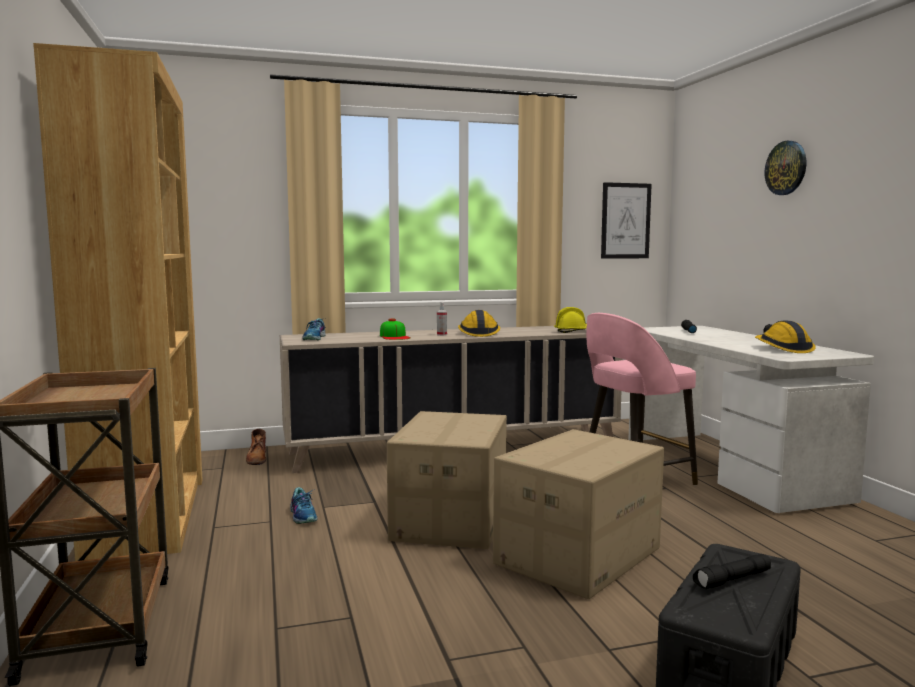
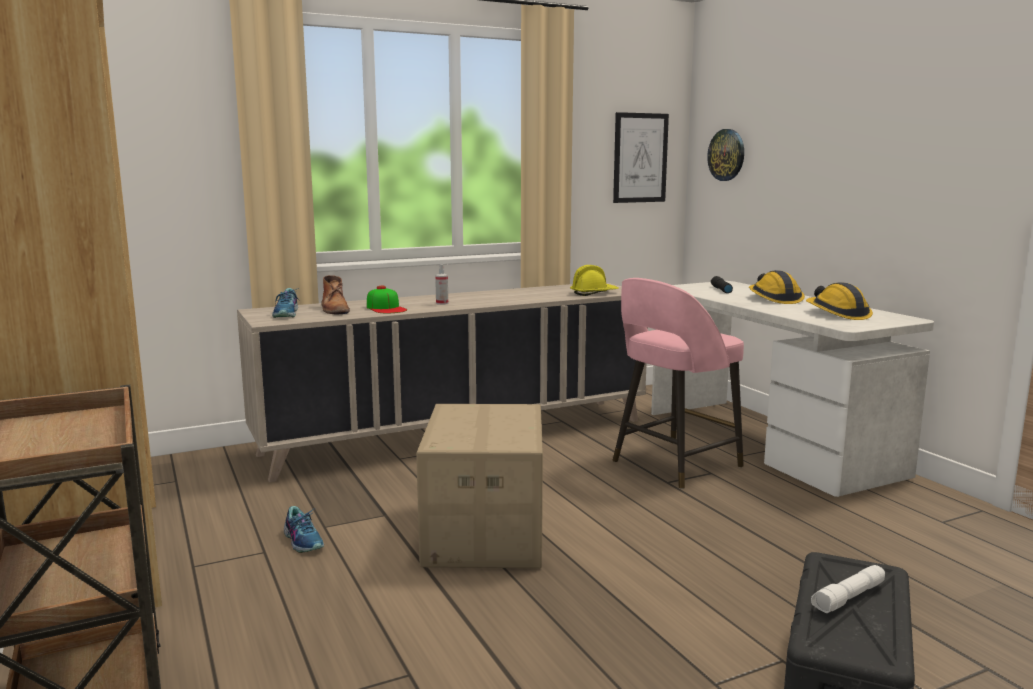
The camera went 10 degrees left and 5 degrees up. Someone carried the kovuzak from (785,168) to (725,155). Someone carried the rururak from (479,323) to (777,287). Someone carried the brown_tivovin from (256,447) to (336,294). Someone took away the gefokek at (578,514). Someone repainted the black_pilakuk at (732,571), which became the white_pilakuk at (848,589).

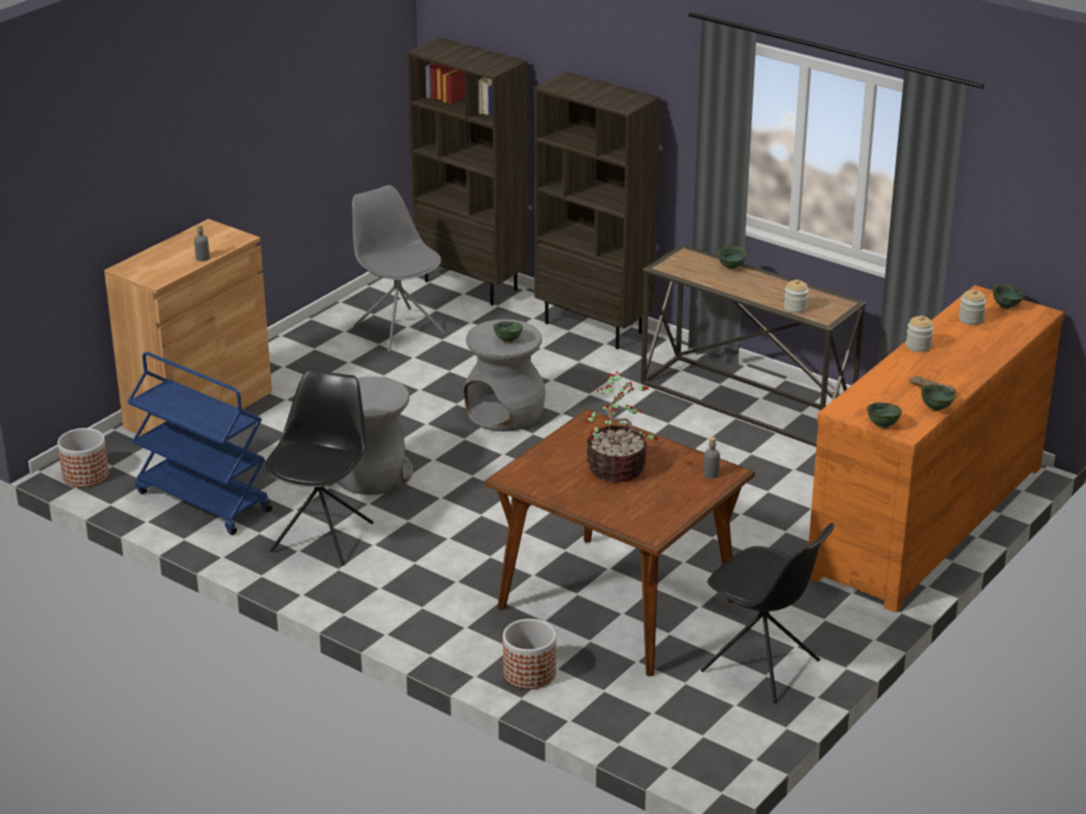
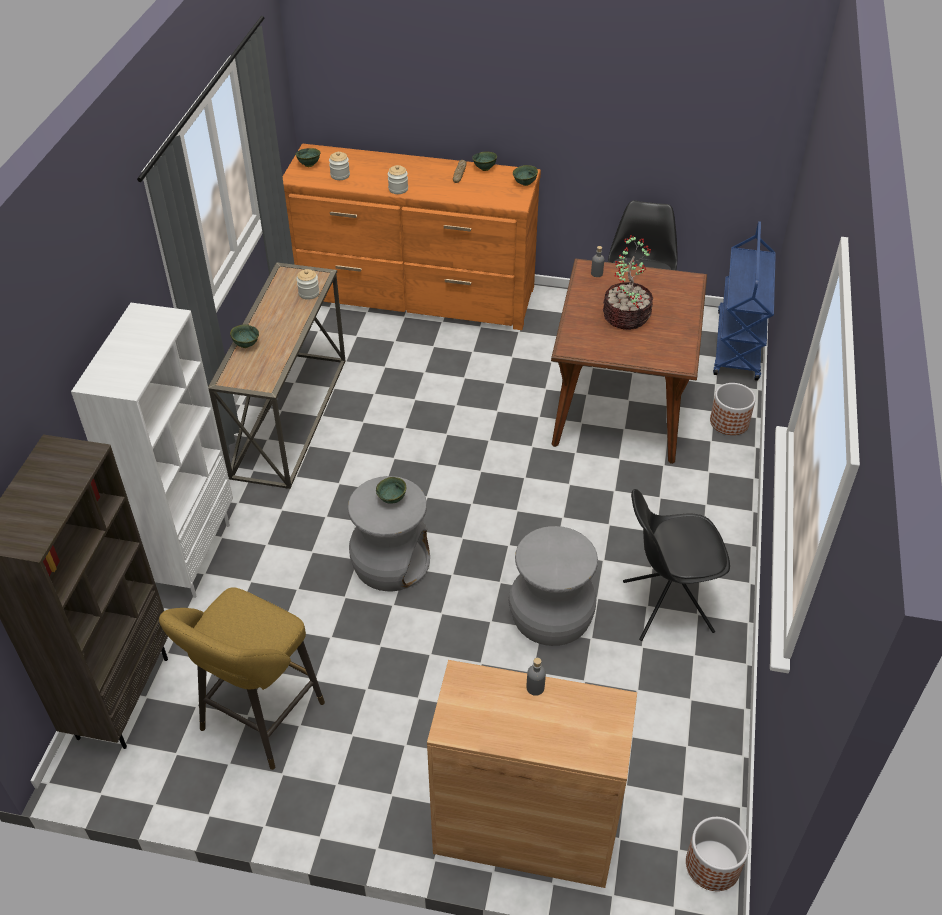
The camera went 115 degrees left and 15 degrees up. Someone repainted the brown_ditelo at (597,210), which became the white_ditelo at (152,450). Someone swapped the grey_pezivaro at (399,269) for the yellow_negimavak at (242,678). Someone carried the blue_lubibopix from (199,443) to (744,301).

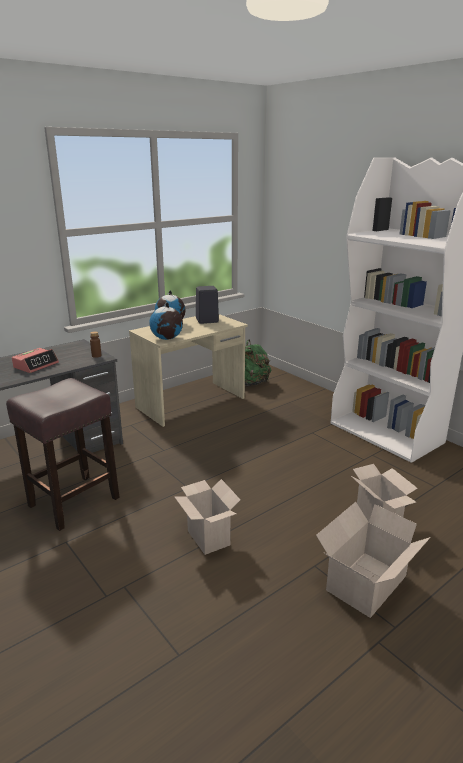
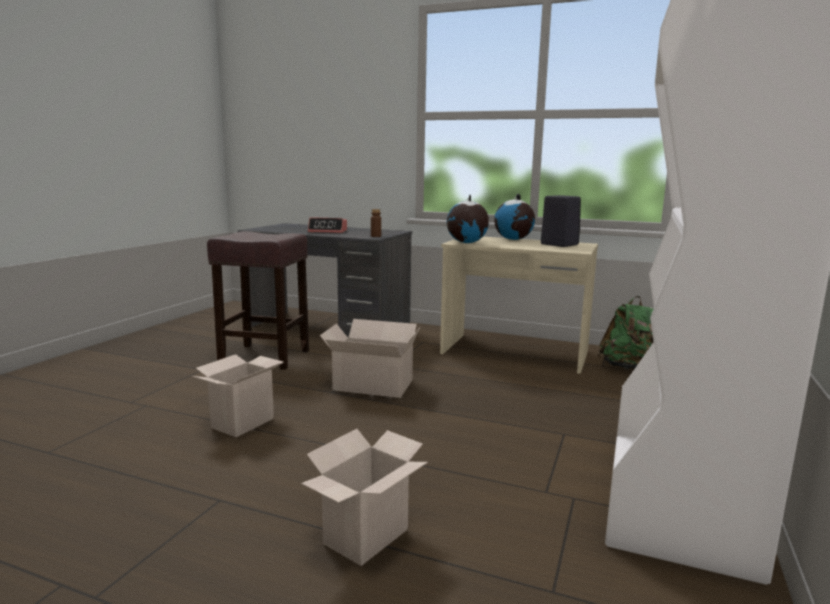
The camera went 60 degrees right and 10 degrees down. Someone carried the gefokek from (373,560) to (370,358).

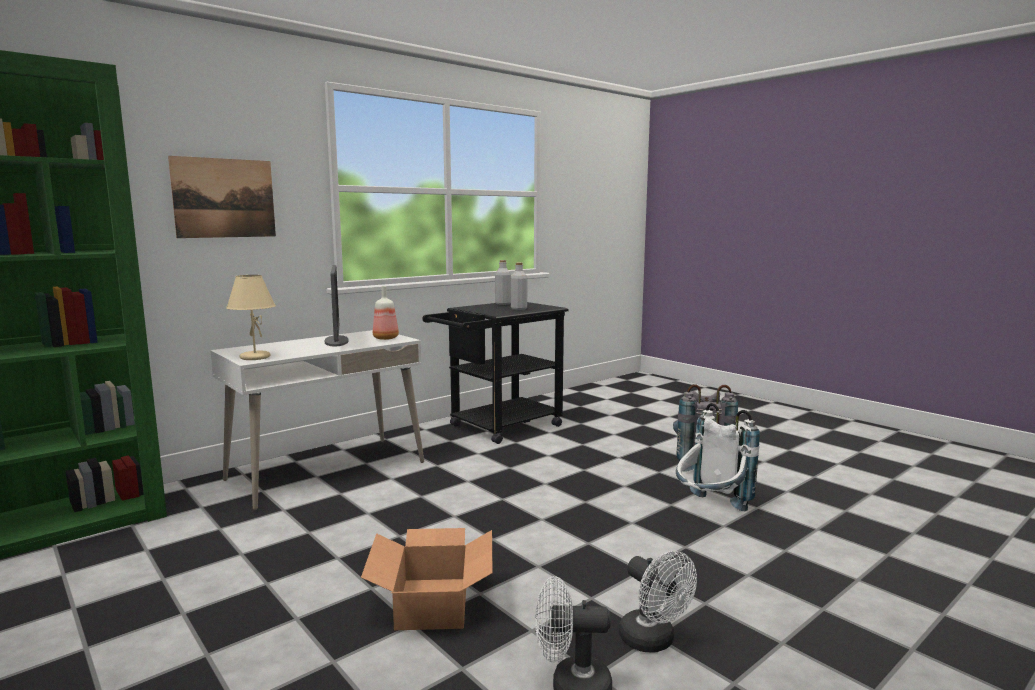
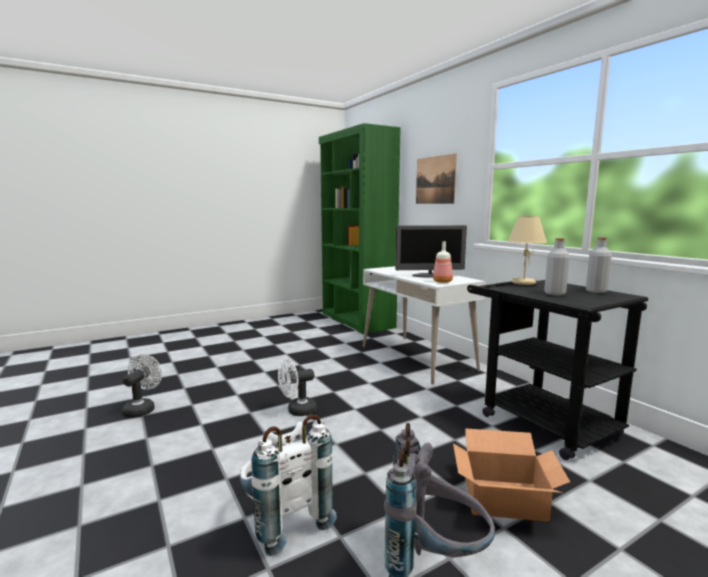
The camera went 100 degrees right and 0 degrees up. Someone carried the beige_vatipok from (251,317) to (527,250). Someone carried the gefokek from (427,579) to (511,475). Someone carried the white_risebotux from (658,601) to (297,387).

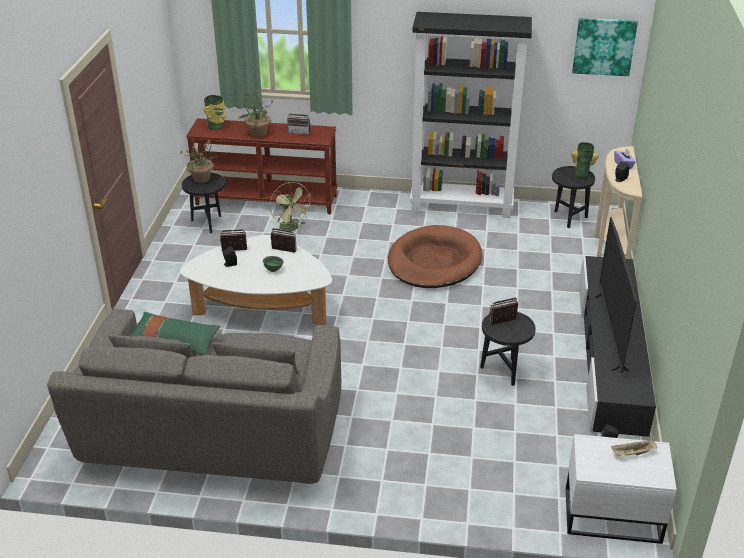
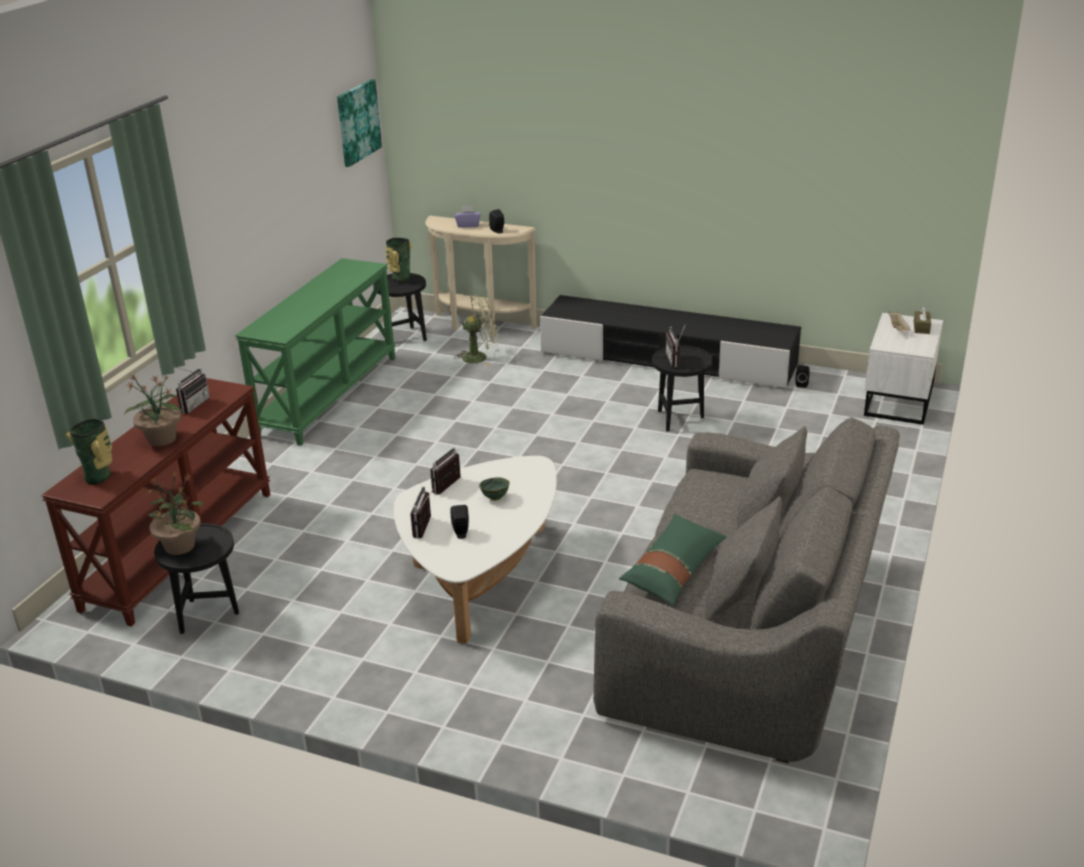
The camera went 75 degrees left and 5 degrees down. Someone swapped the black_ditelo at (471,115) for the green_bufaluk at (315,352). Someone carried the green_risebotux from (291,206) to (476,330). Someone took away the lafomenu at (615,295). Someone took away the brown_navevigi at (435,256). Someone put down the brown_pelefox at (922,320).

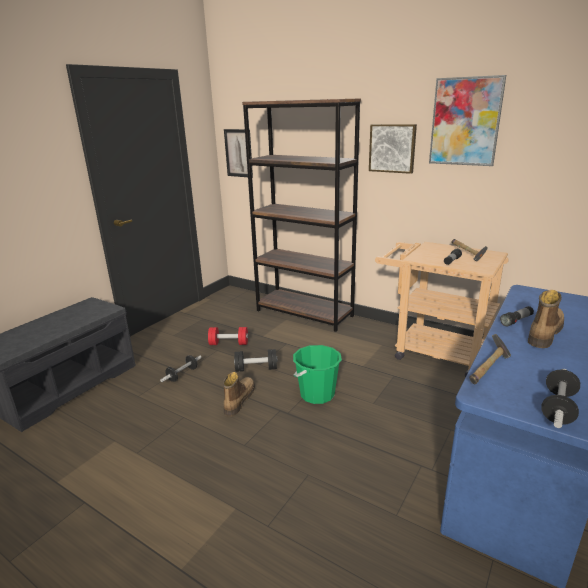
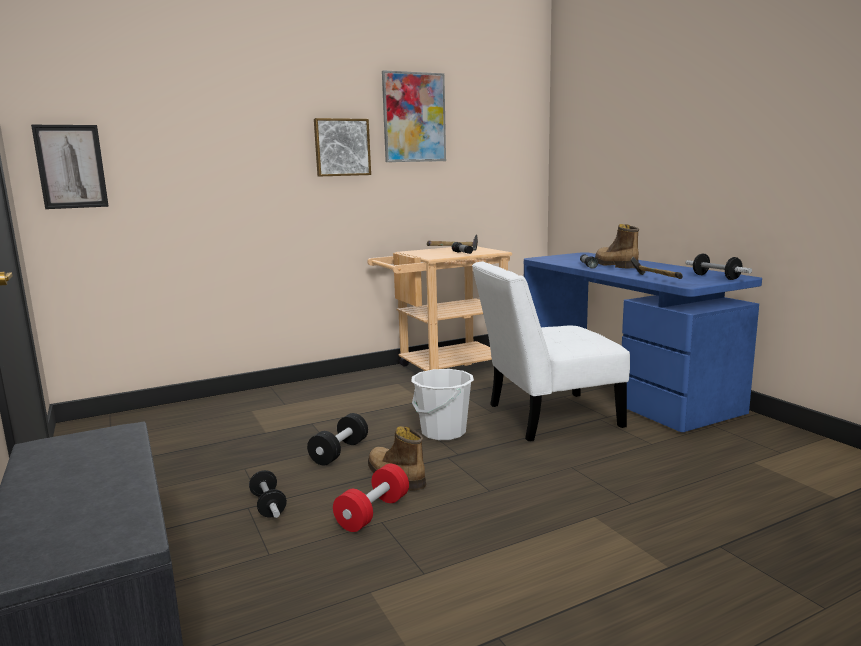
The camera went 60 degrees left and 10 degrees down. Someone took away the brown_ditelo at (301,215). Someone carried the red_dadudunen from (228,336) to (371,498). Someone repainted the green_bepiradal at (317,374), which became the white_bepiradal at (442,404). Someone put down the white_pezivaro at (551,351).

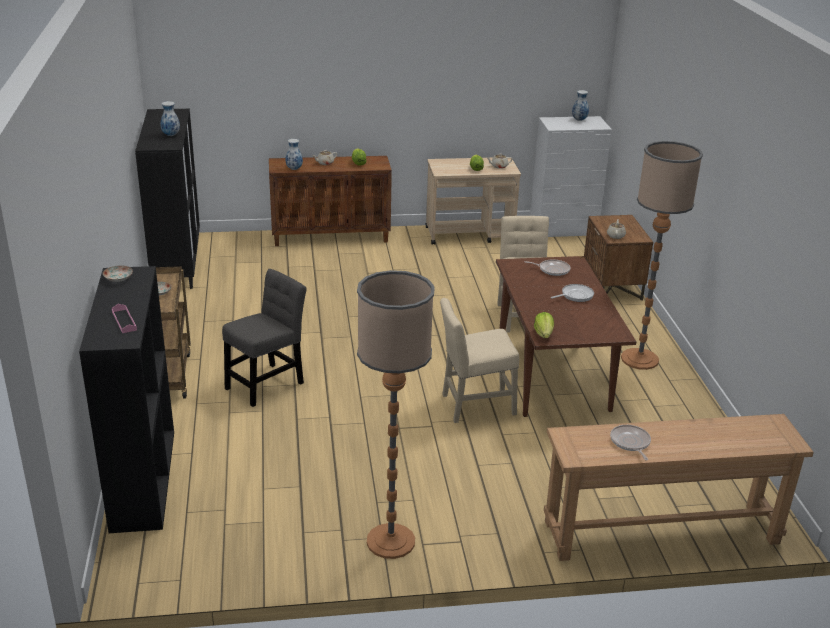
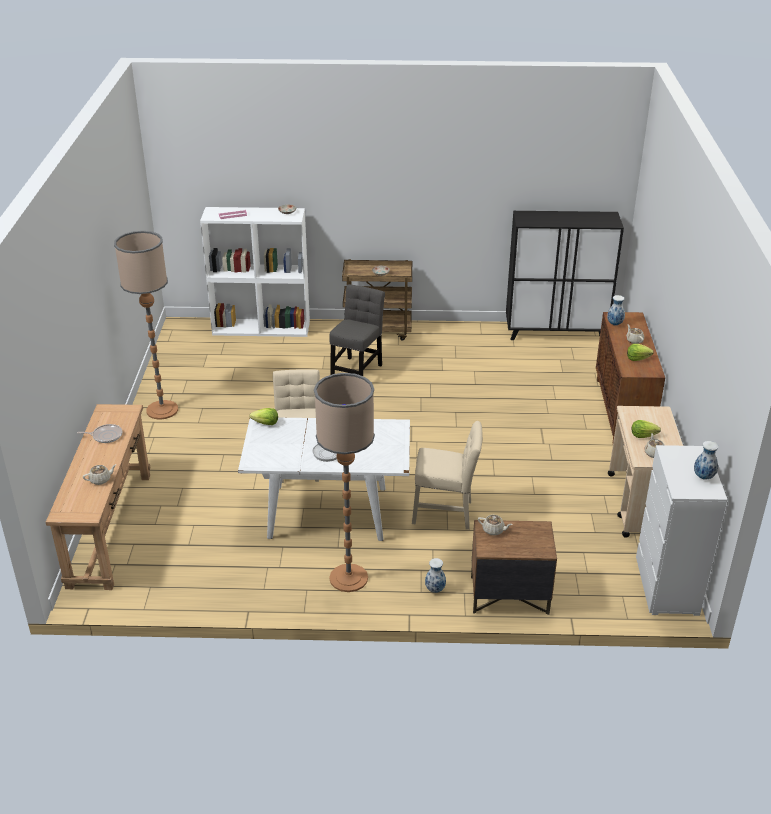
The camera went 100 degrees right and 5 degrees up. Someone carried the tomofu from (170,118) to (435,575). Someone repainted the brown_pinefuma at (566,336), which became the white_pinefuma at (324,479). Someone took away the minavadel at (547,267). Someone repainted the black_ditelo at (126,399), which became the white_ditelo at (255,272). Someone rotated the grey_pezivaro at (264,338) by 120 degrees counterclockwise. Someone put down the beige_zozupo at (100,474).

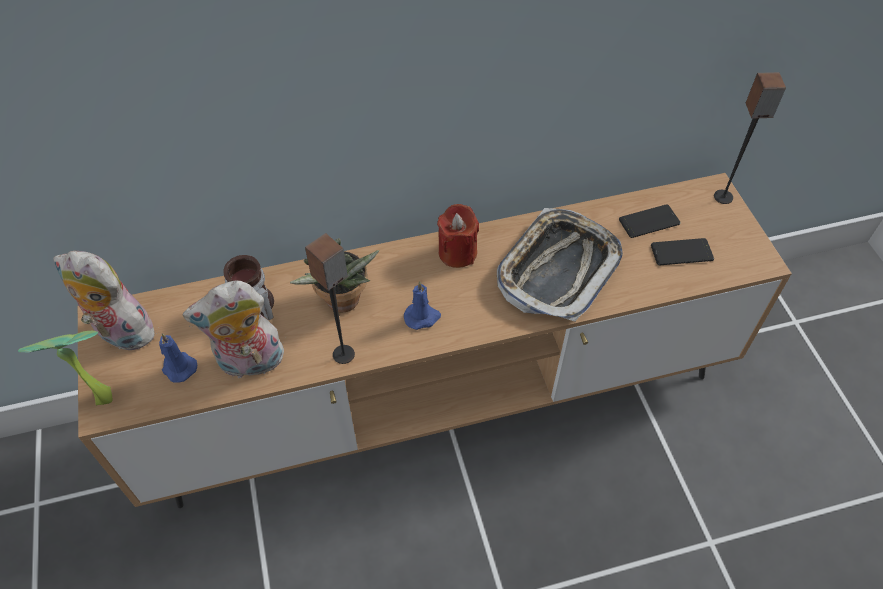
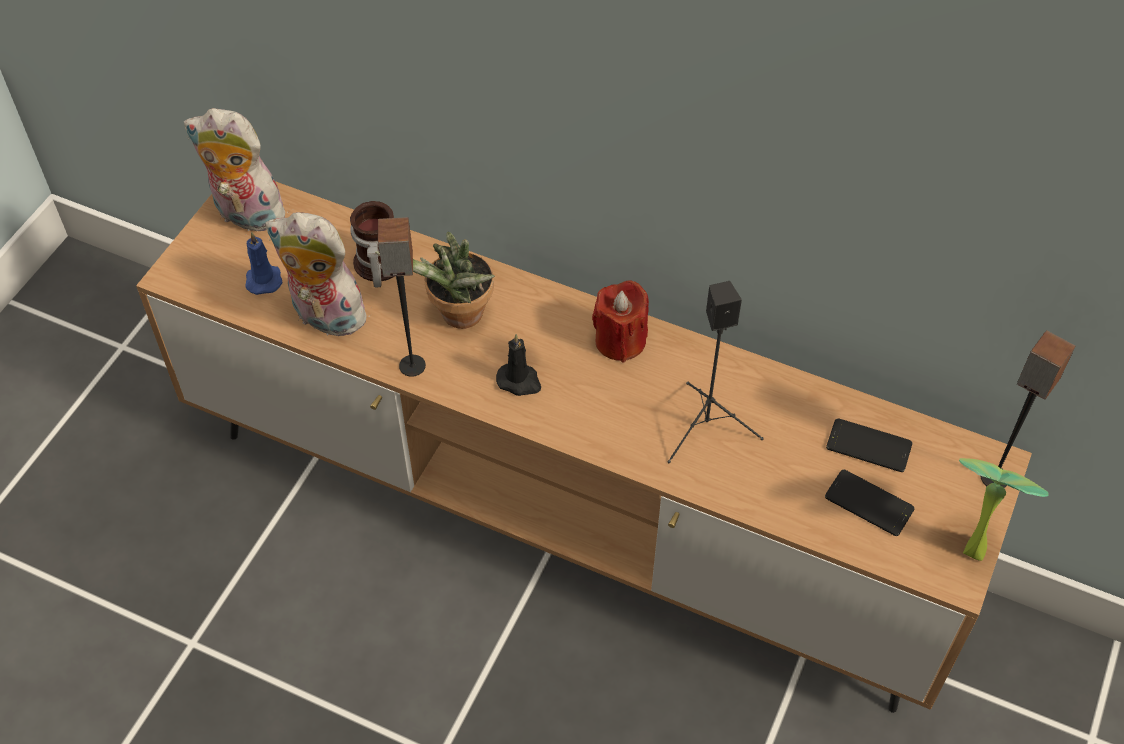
The camera went 40 degrees right and 0 degrees up. Someone swapped the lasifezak at (560,265) for the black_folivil at (715,372). Someone rotated the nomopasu at (107,302) by 45 degrees counterclockwise. Someone repainted the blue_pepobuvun at (422,305), which became the black_pepobuvun at (518,365). Someone carried the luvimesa from (65,368) to (1004,509).

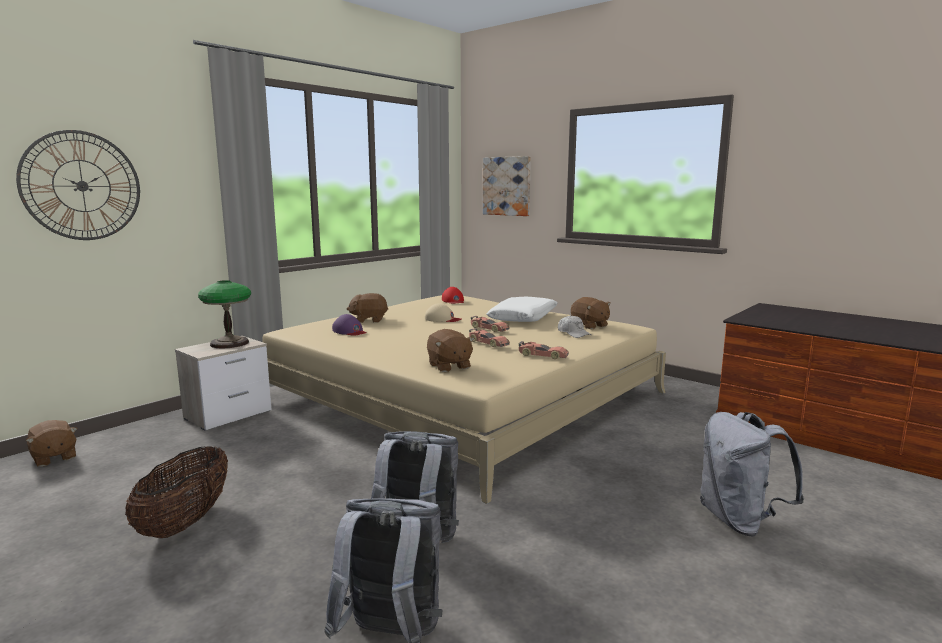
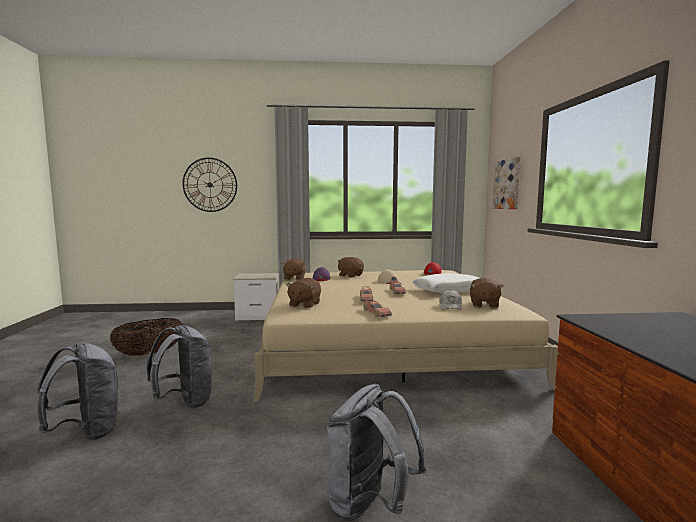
The camera went 45 degrees right and 5 degrees down. Someone took away the vatipok at (224,314). Someone carried the brown_nomopasu from (51,443) to (294,269).

